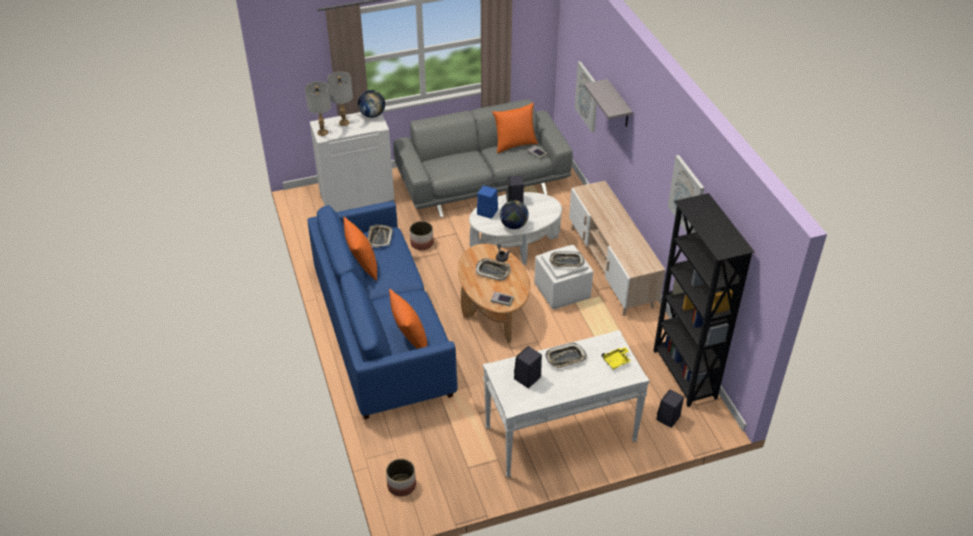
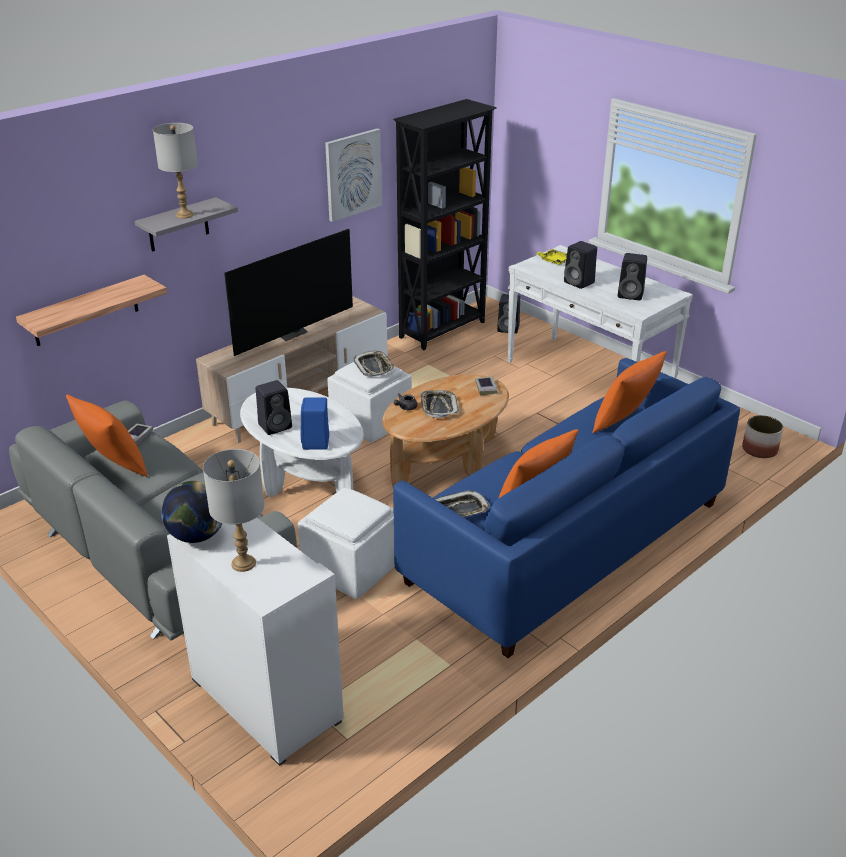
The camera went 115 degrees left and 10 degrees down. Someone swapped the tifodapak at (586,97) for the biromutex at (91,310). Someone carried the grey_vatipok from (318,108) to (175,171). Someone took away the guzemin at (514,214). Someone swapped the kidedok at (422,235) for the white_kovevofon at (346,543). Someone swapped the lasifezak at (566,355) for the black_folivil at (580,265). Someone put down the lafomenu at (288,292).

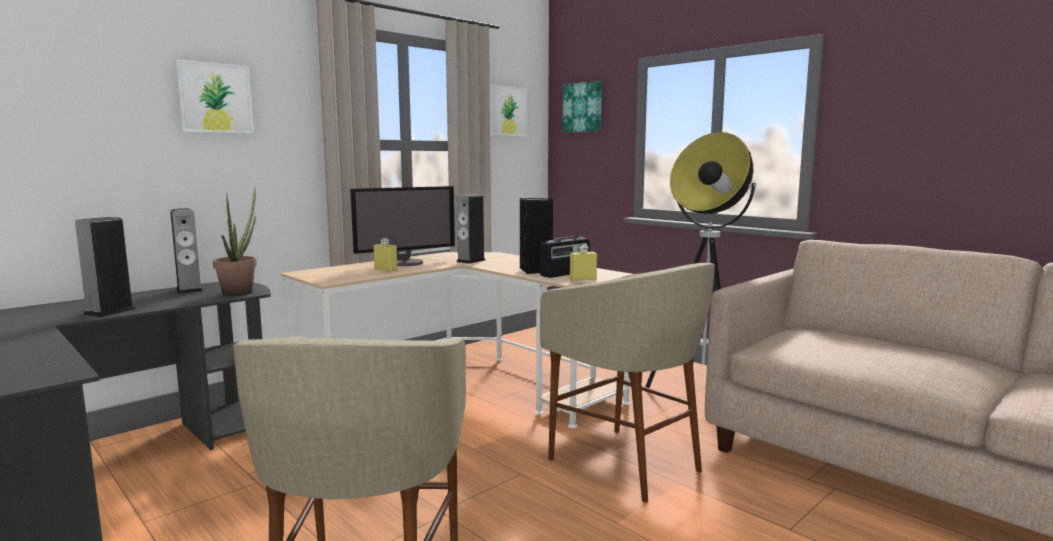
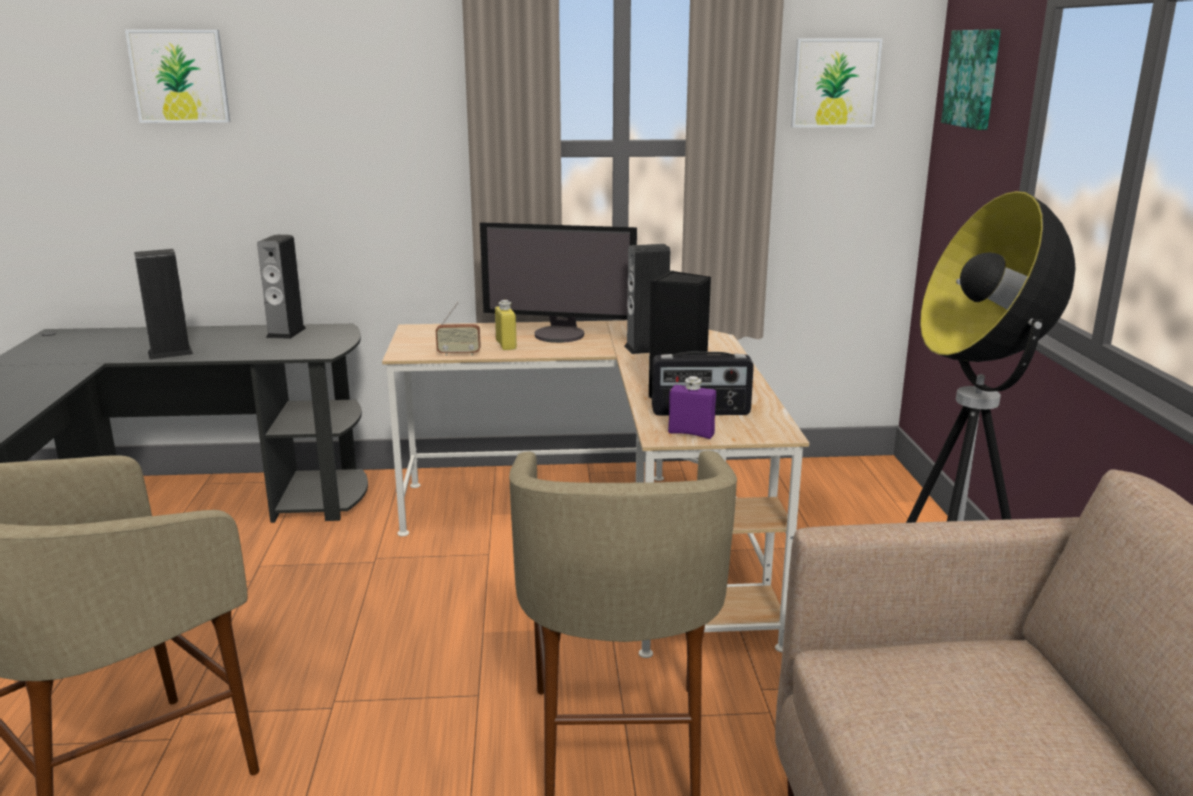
The camera went 40 degrees right and 10 degrees up. Someone carried the tifodapak from (214,96) to (177,76). Someone took away the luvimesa at (235,241). Someone repainted the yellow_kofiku at (583,263), which became the purple_kofiku at (692,407). Someone put down the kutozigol at (458,329).

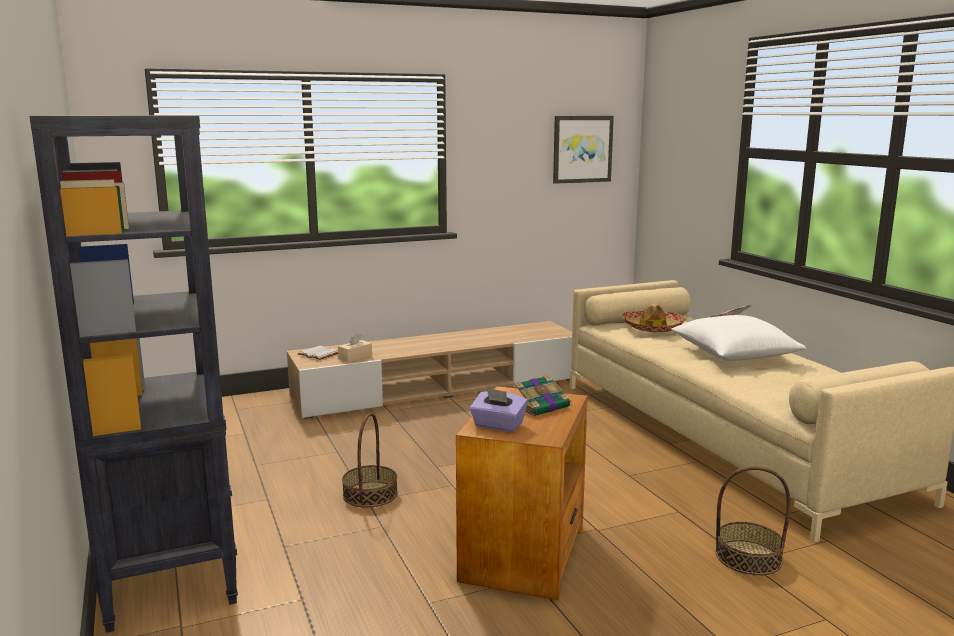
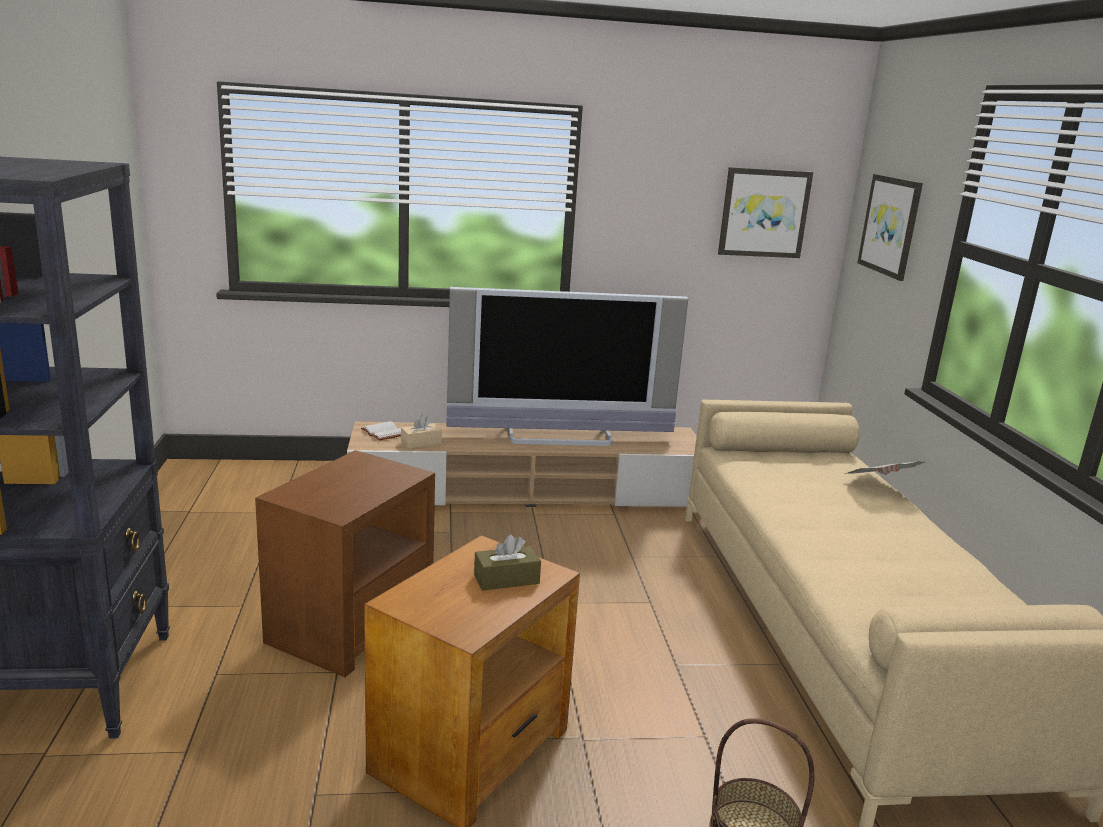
The camera went 15 degrees right and 5 degrees up. Someone took away the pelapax at (654,318). Someone took away the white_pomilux at (739,338). Someone swapped the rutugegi at (542,395) for the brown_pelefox at (507,562). Someone took away the purple_pelefox at (499,410). Someone swapped the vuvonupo at (370,460) for the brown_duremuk at (345,563). Someone put up the tifodapak at (890,227). Someone put down the lafomenu at (567,366).

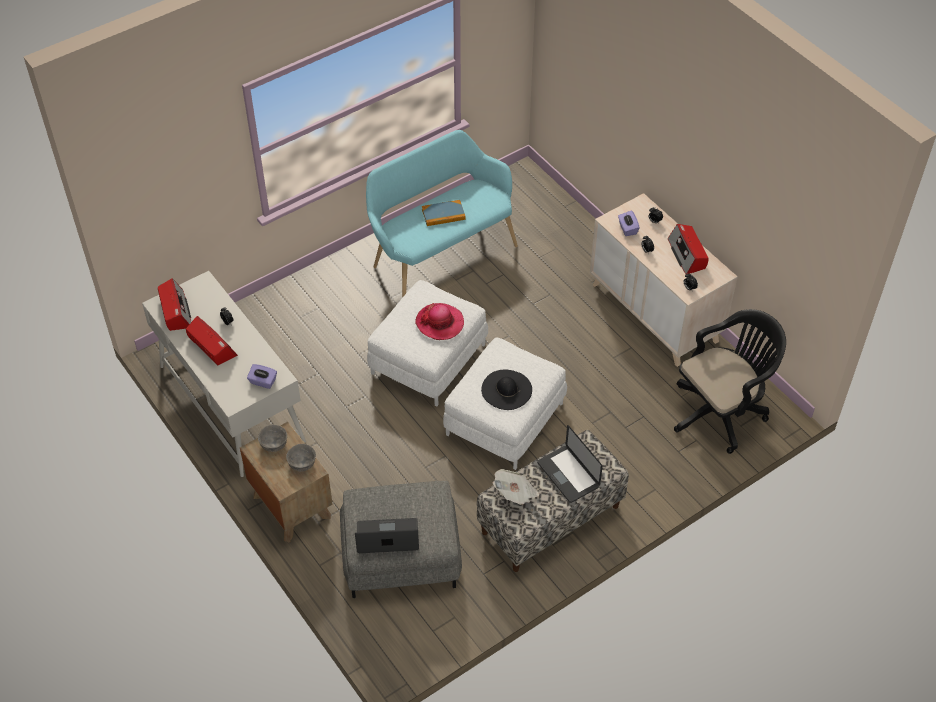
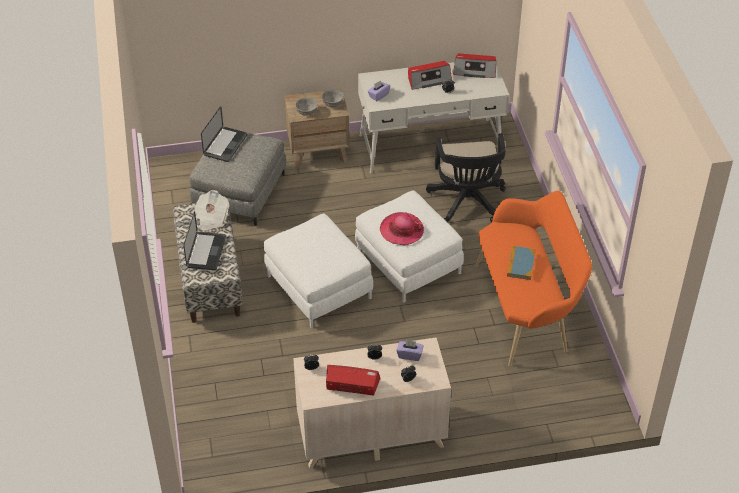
The camera went 115 degrees right and 5 degrees down. Someone repainted the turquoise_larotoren at (442,214), which became the orange_larotoren at (533,278). Someone carried the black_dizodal from (730,381) to (466,178). Someone took away the black_pelapax at (506,390). Someone rotated the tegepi at (570,464) by 105 degrees clockwise.

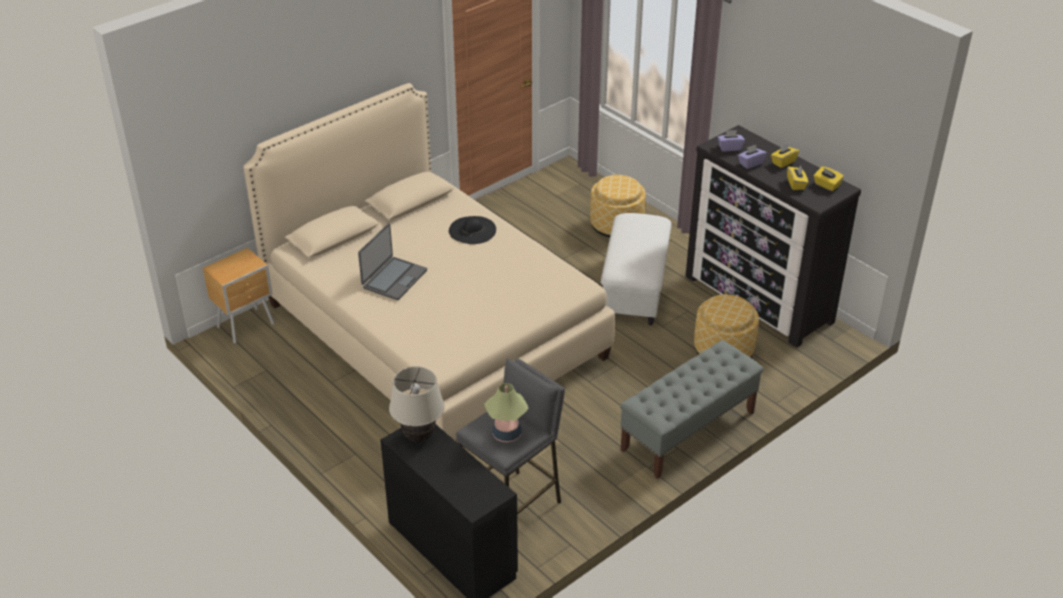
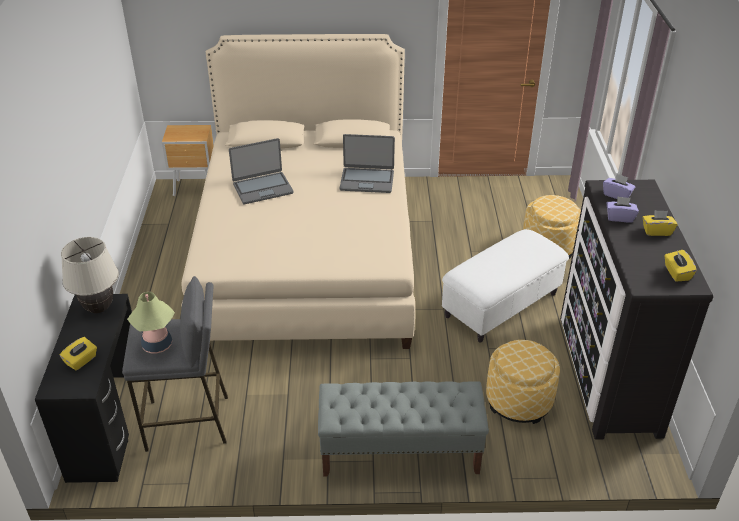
The camera went 40 degrees right and 0 degrees up. Someone carried the yellow_pelefox from (797,177) to (78,354). Someone swapped the black_pelapax at (472,230) for the tegepi at (367,163).

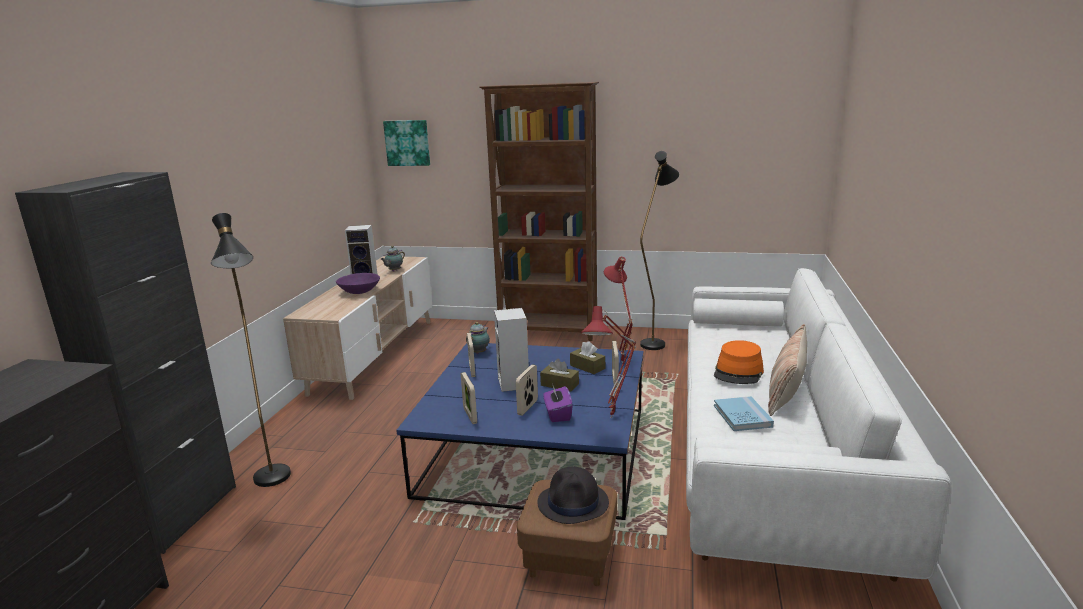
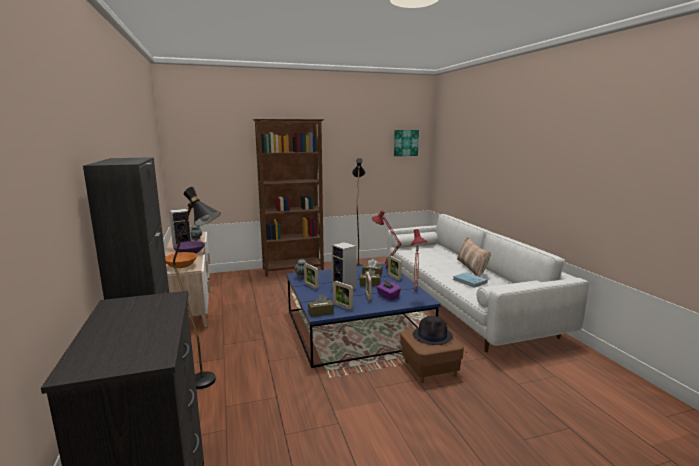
The camera went 30 degrees left and 5 degrees down. Someone carried the tifodapak from (406,143) to (406,143). Someone took away the orange_pelapax at (739,362). Someone put down the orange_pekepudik at (181,260). Someone put down the brown_pelefox at (321,306).

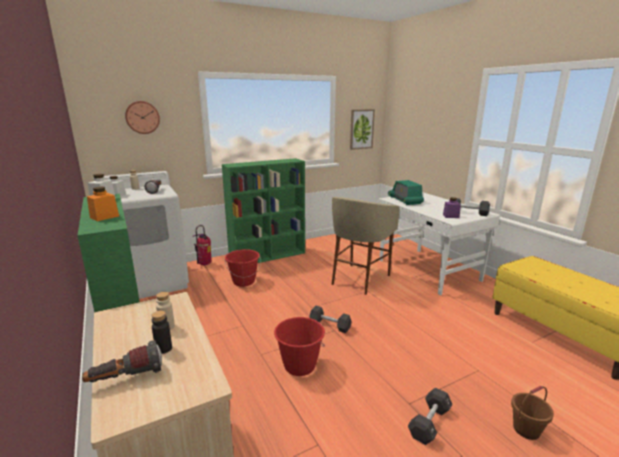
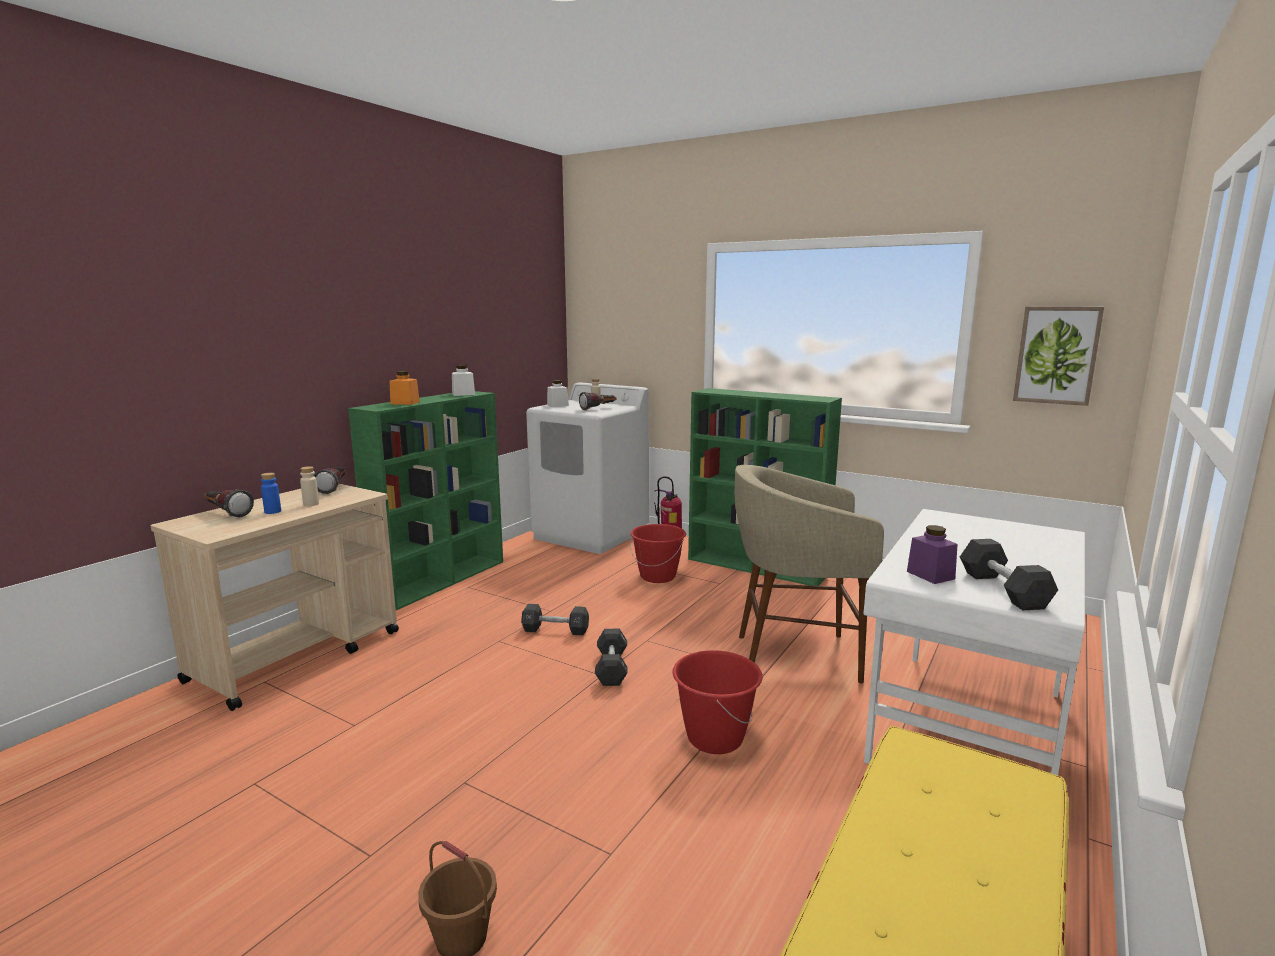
The camera went 60 degrees right and 5 degrees down. Someone took away the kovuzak at (142,117). Someone took away the kutozigol at (406,192). Someone repainted the black_kofiku at (161,332), which became the blue_kofiku at (271,493). Someone carried the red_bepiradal from (299,346) to (717,702). Someone carried the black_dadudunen from (430,416) to (555,620). Someone put down the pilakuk at (329,480).

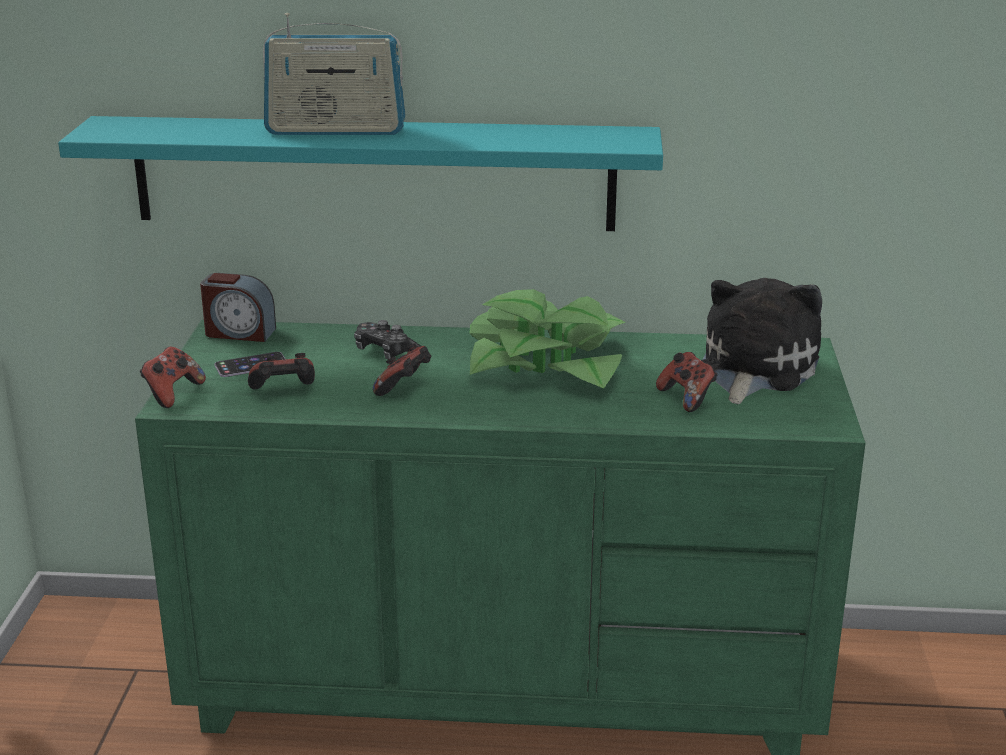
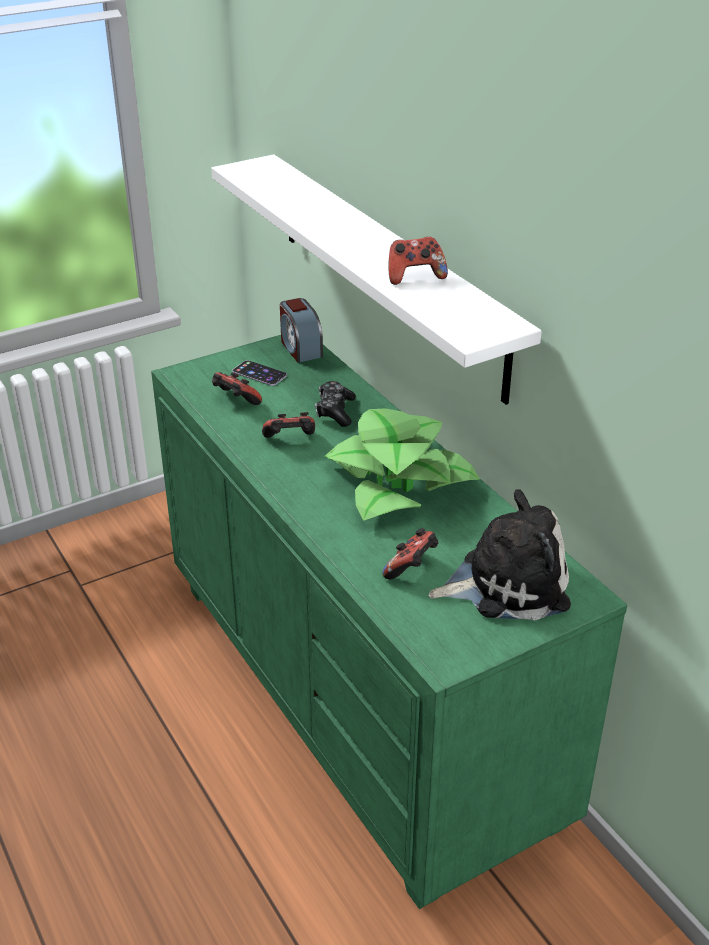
The camera went 55 degrees right and 10 degrees up. Someone took away the kutozigol at (334,74). Someone repainted the turquoise_biromutex at (360,173), which became the white_biromutex at (376,279). Someone carried the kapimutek from (173,377) to (418,261).

